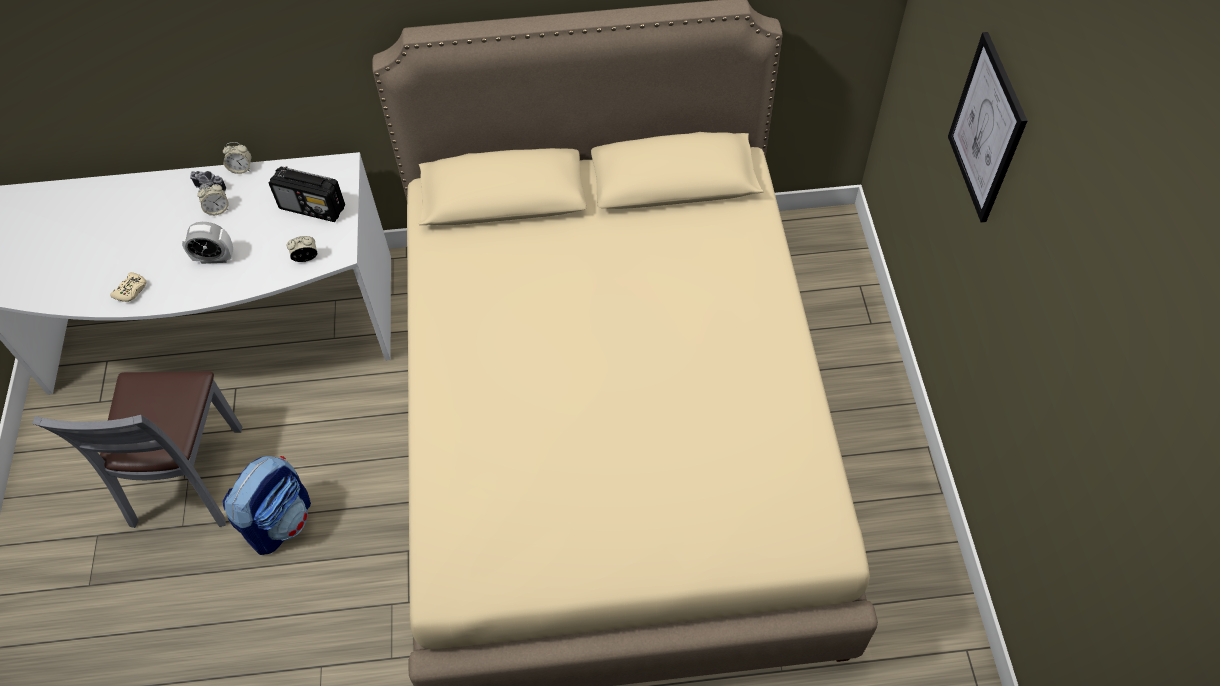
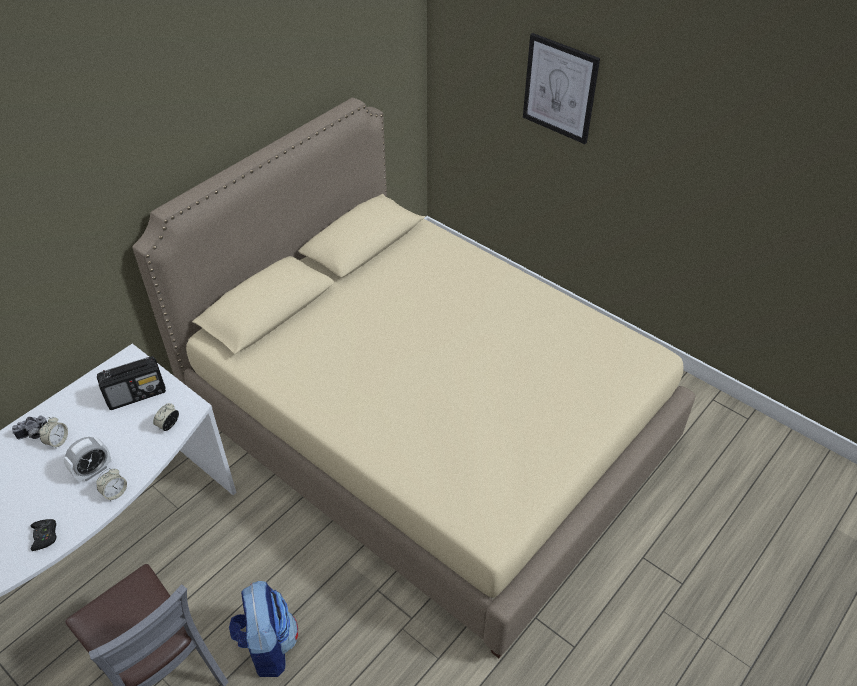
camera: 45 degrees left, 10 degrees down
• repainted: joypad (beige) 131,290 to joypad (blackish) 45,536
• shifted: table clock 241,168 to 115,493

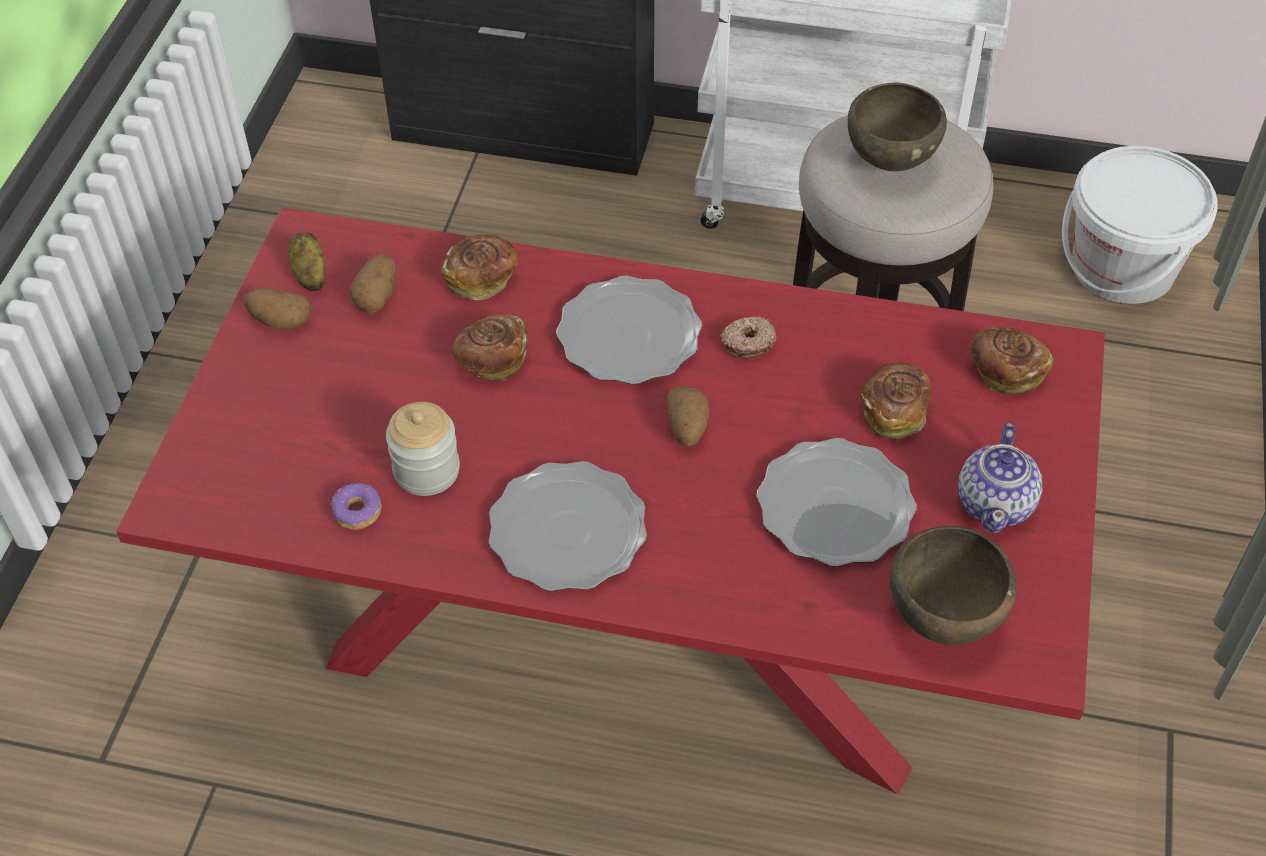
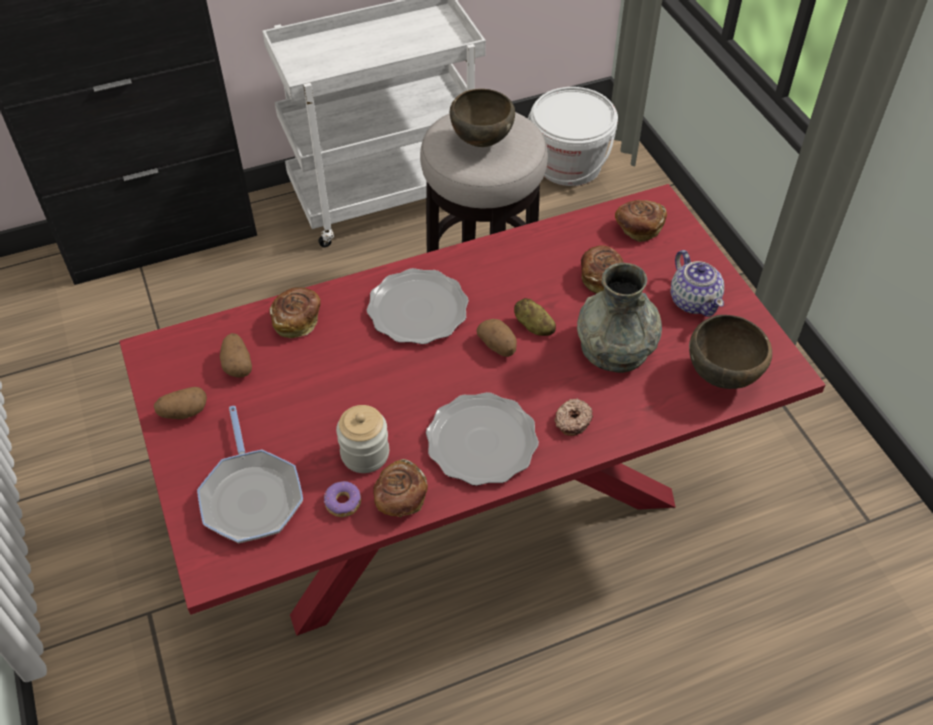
camera: 35 degrees left, 0 degrees up
• shifted: whole potato 309,274 to 533,326
• shifted: bread 492,360 to 400,499
• shifted: ring doughnut 747,342 to 572,420
• swapped: dinner plate 835,506 to decorative vase (gray) 615,346
• new: skillet 251,496

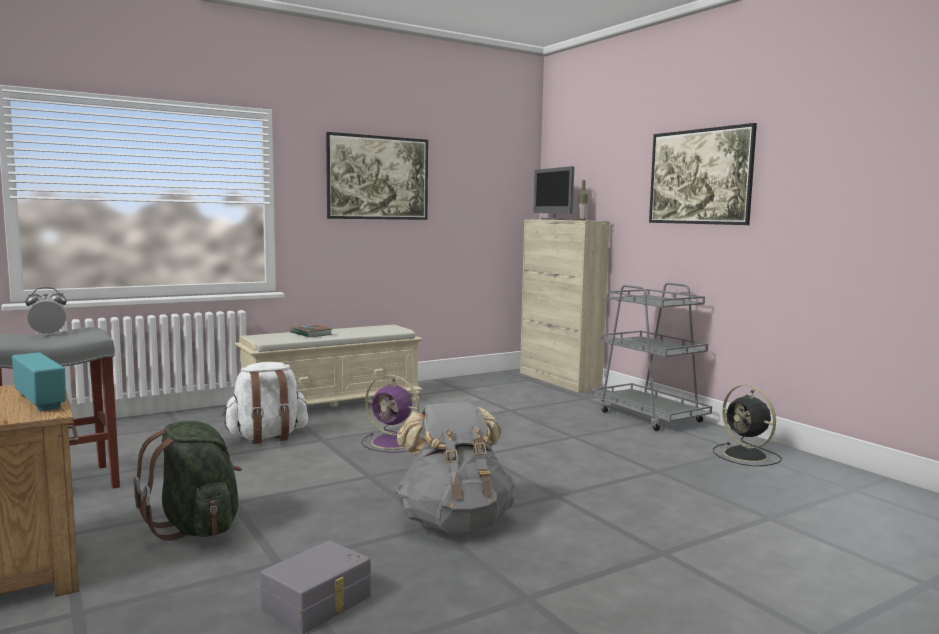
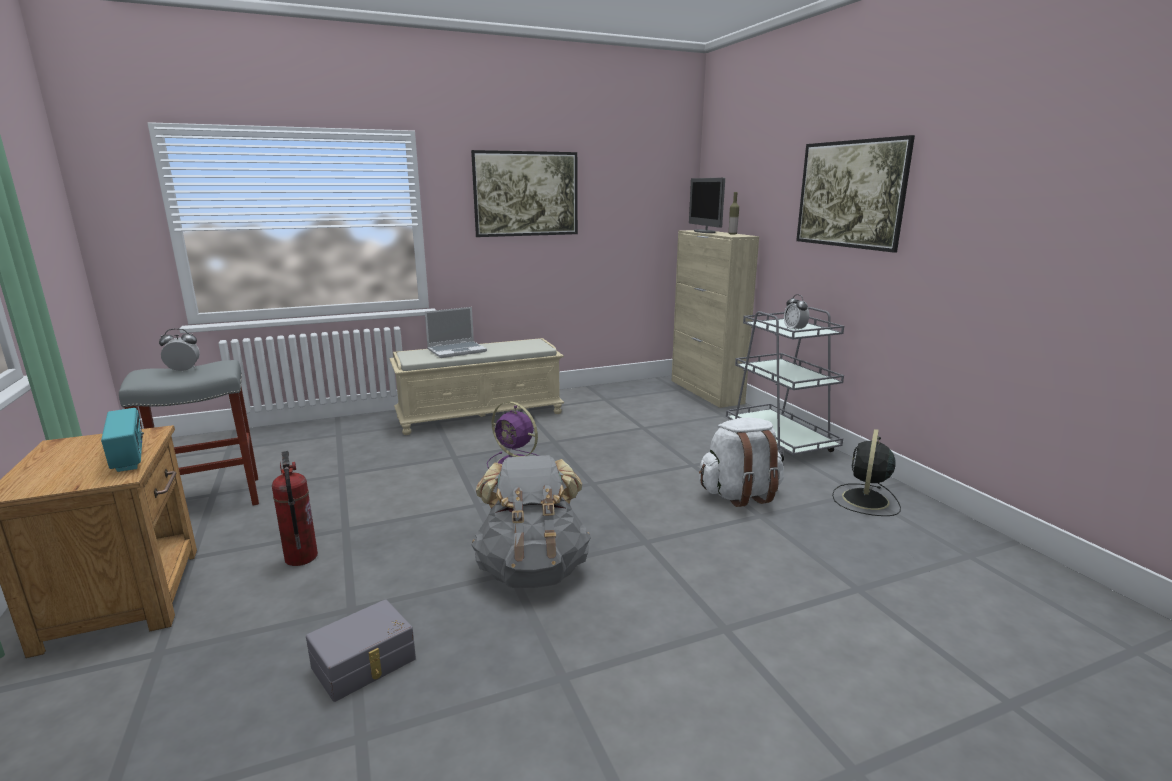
camera: 10 degrees right, 10 degrees up
• swapped: backpack (green) 196,527 to fire extinguisher 300,557
• shifted: backpack (white) 267,437 to 740,494
• swapped: book 311,334 to laptop 457,350
• rotated: fan (blackish) 747,455 = 865,500 45 degrees clockwise
• new: table clock 794,330

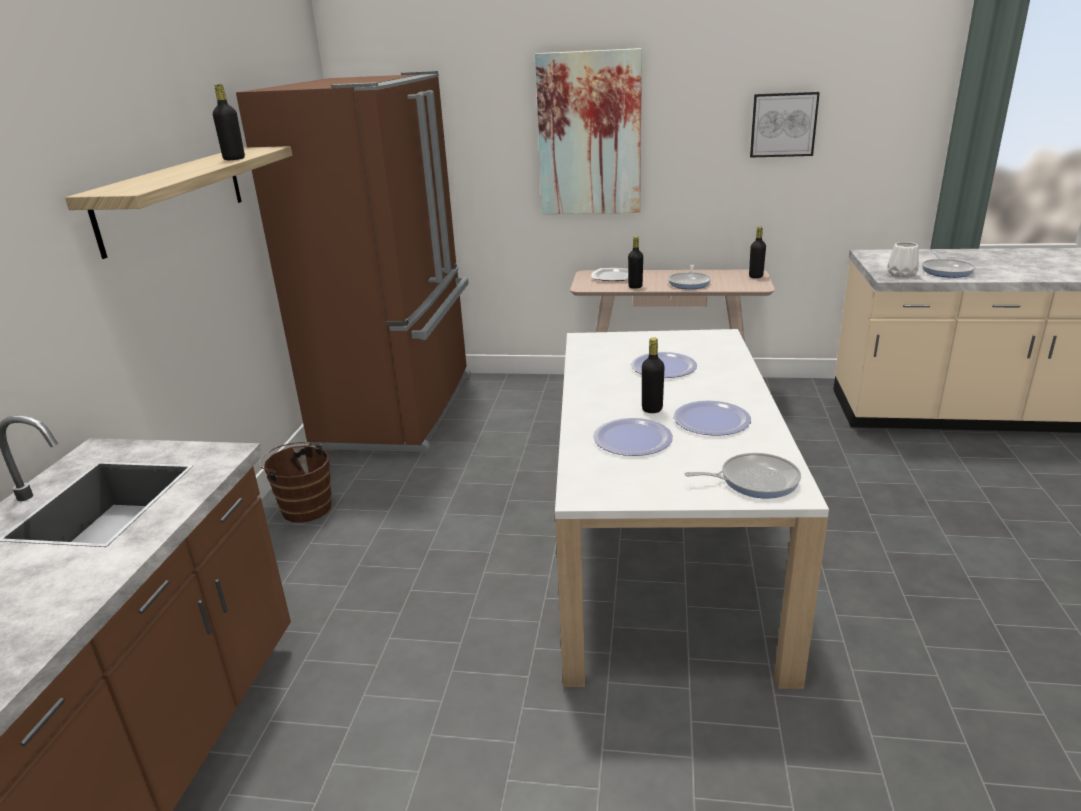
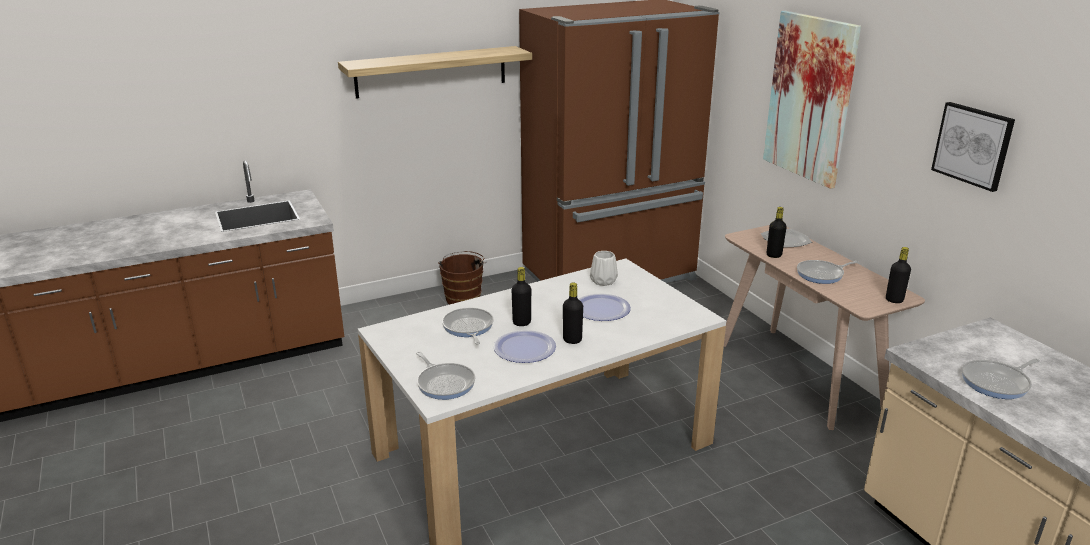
camera: 55 degrees right, 0 degrees up
• shifted: beverage bottle (blackish) 234,159 to 572,340
• swapped: dinner plate 632,439 to skillet 468,327
• shifted: decorative vase (white) 901,274 to 602,281

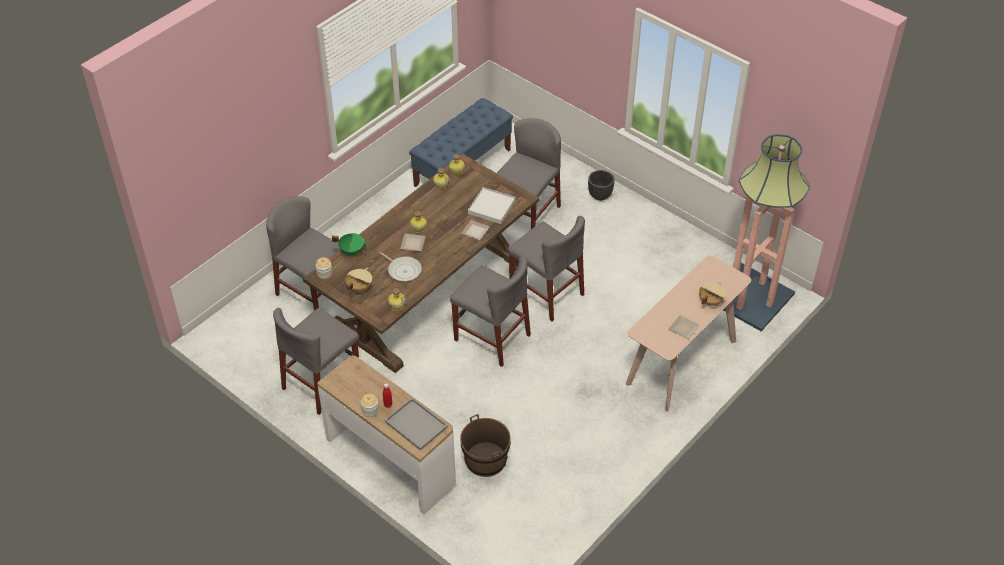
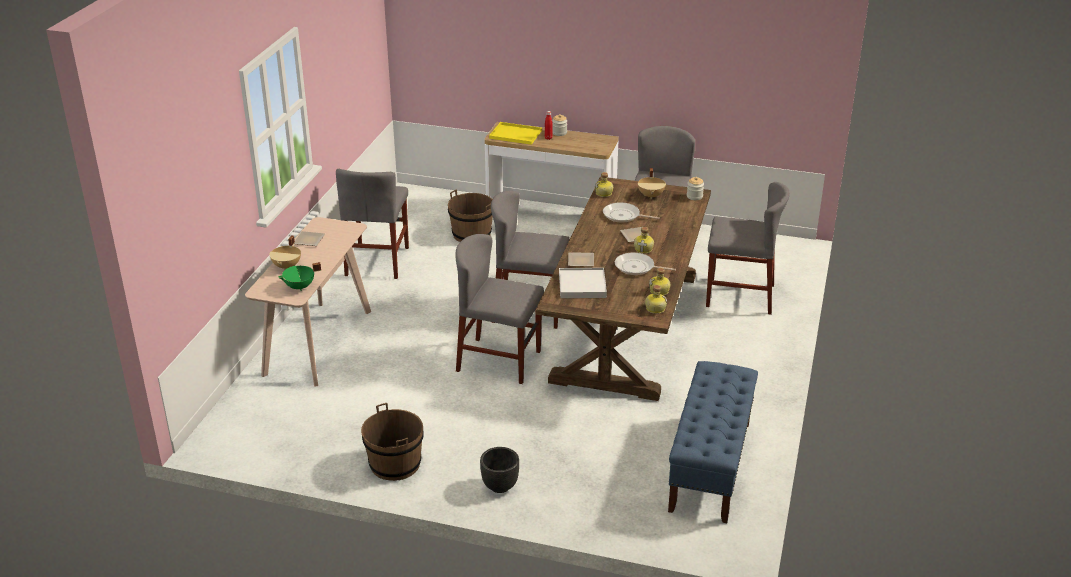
camera: 155 degrees right, 15 degrees down
• shifted: stockpot (green) 352,251 to 300,287
• repainted: carrying tray (gray) 415,424 to carrying tray (yellow) 516,134
• shifted: upright chair (gray) 527,214 to 377,261
• gone: floor lamp 750,297
• new: pail (brown-coloured) 395,464
• new: skillet 637,267

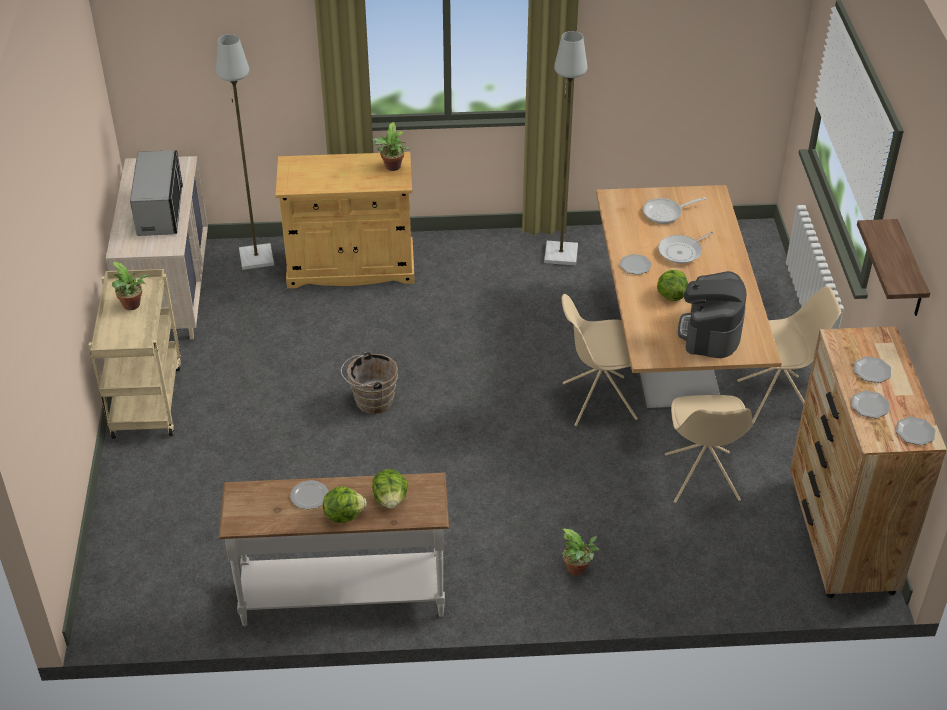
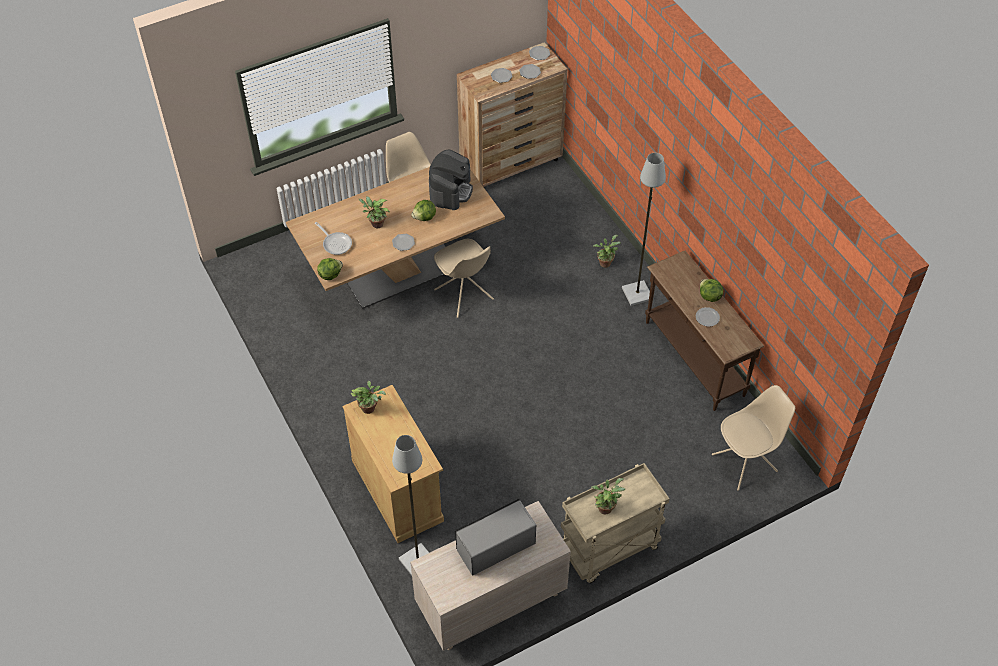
camera: 115 degrees left, 10 degrees up
• repainted: hall table (white) 343,595 to hall table (brown-coloured) 693,359
• gone: pail (brown-coloured) 371,401
• shifted: head of lettuce 390,499 to 330,274
• shifted: floor lamp (gray) 560,255 to 638,294
• swapped: skillet 682,252 to houseplant 376,224
• shifted: upright chair (beige) 702,479 to 745,462
• rotated: coffee brewer 710,332 = 450,191 60 degrees counterclockwise
• gone: wall shelf 909,271

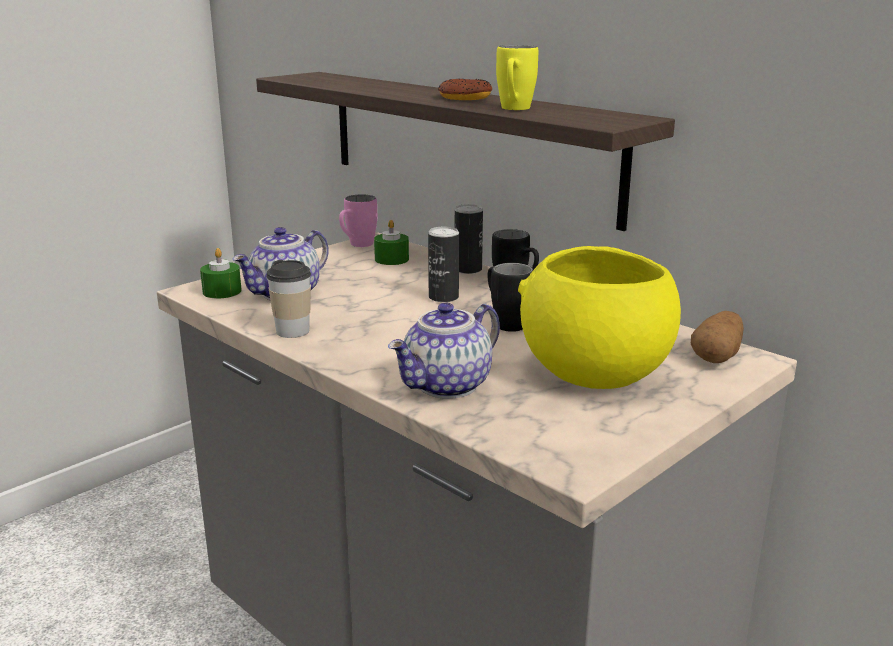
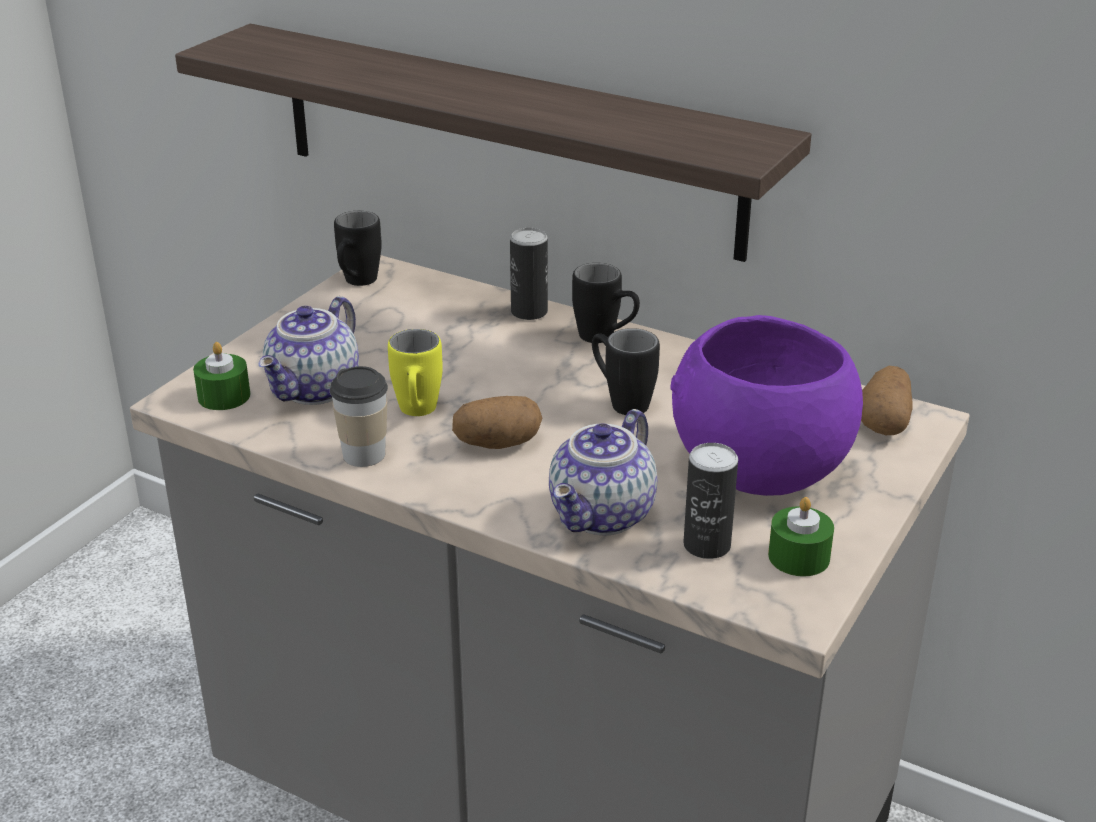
camera: 15 degrees left, 10 degrees up
• repainted: coffee mug (pink-coloured) 357,246 to coffee mug (blackish) 356,283
• shifted: candle (green) 391,259 to 799,557
• shifted: sealed can 443,297 to 707,545
• gone: ring doughnut 465,97
• shifted: coffee mug (yellow) 514,109 to 417,414
• repainted: serving bowl (yellow) 592,371 to serving bowl (purple) 756,466
• new: whole potato 498,443

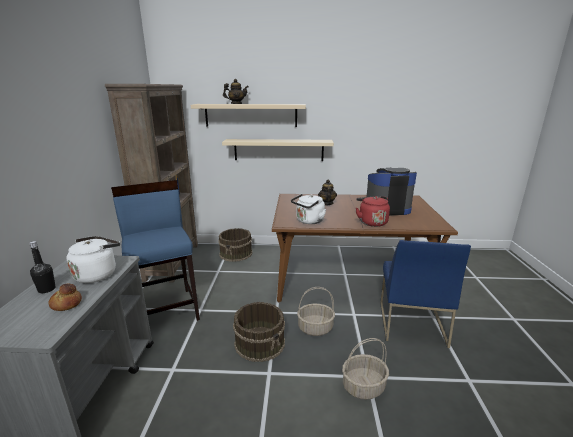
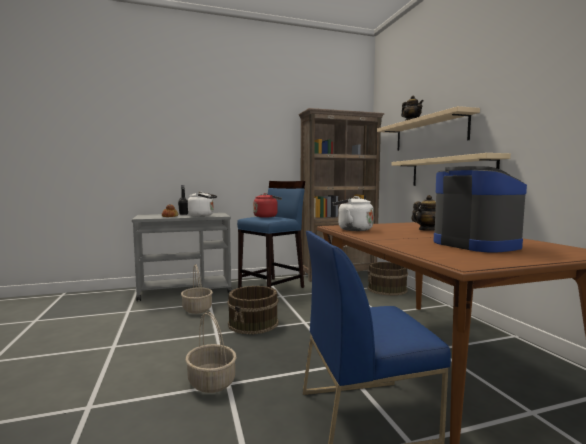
camera: 70 degrees right, 15 degrees down
• shifted: storage basket 315,328 to 197,309
• shifted: water kettle (red-coloured) 371,222 to 266,216

